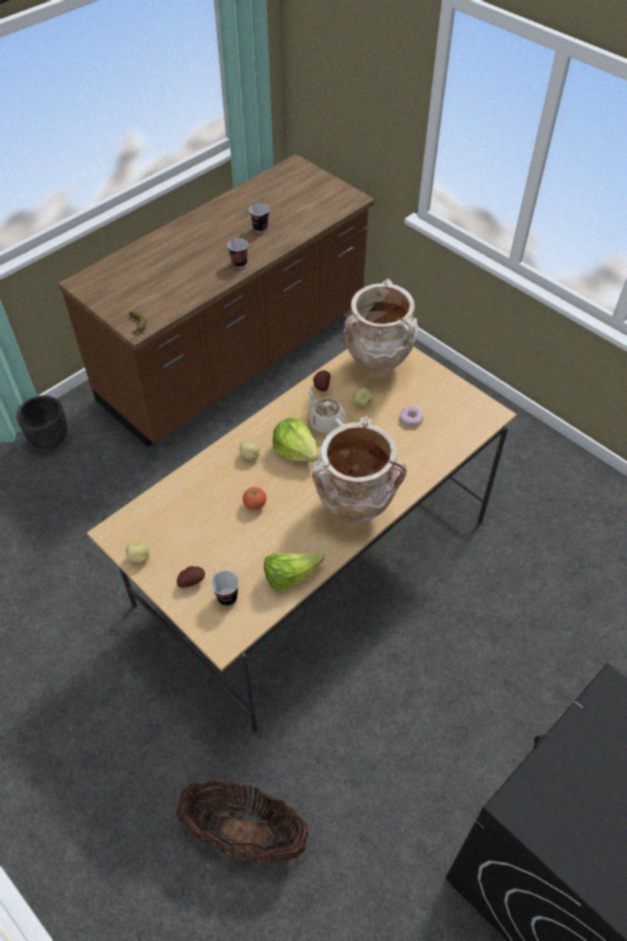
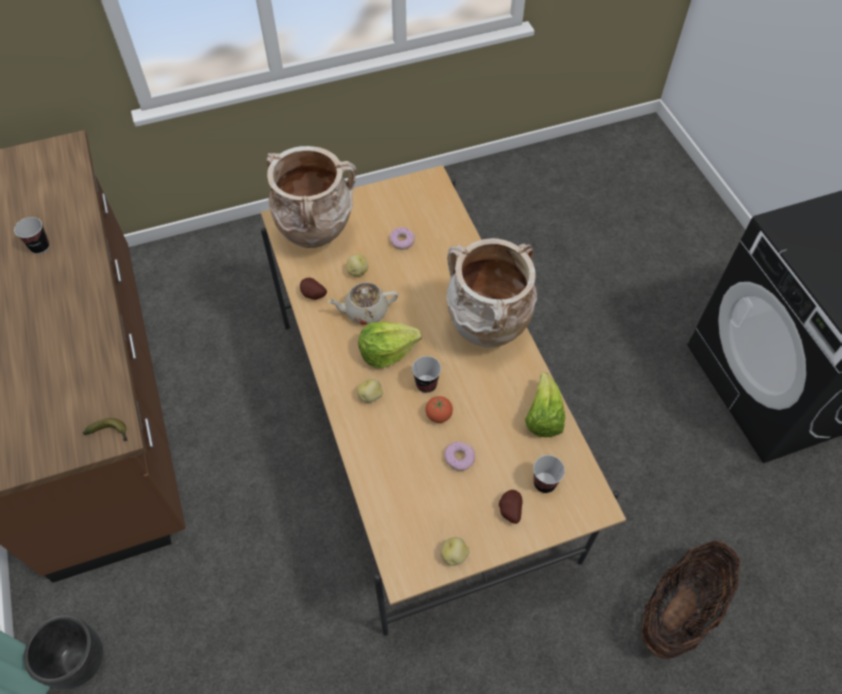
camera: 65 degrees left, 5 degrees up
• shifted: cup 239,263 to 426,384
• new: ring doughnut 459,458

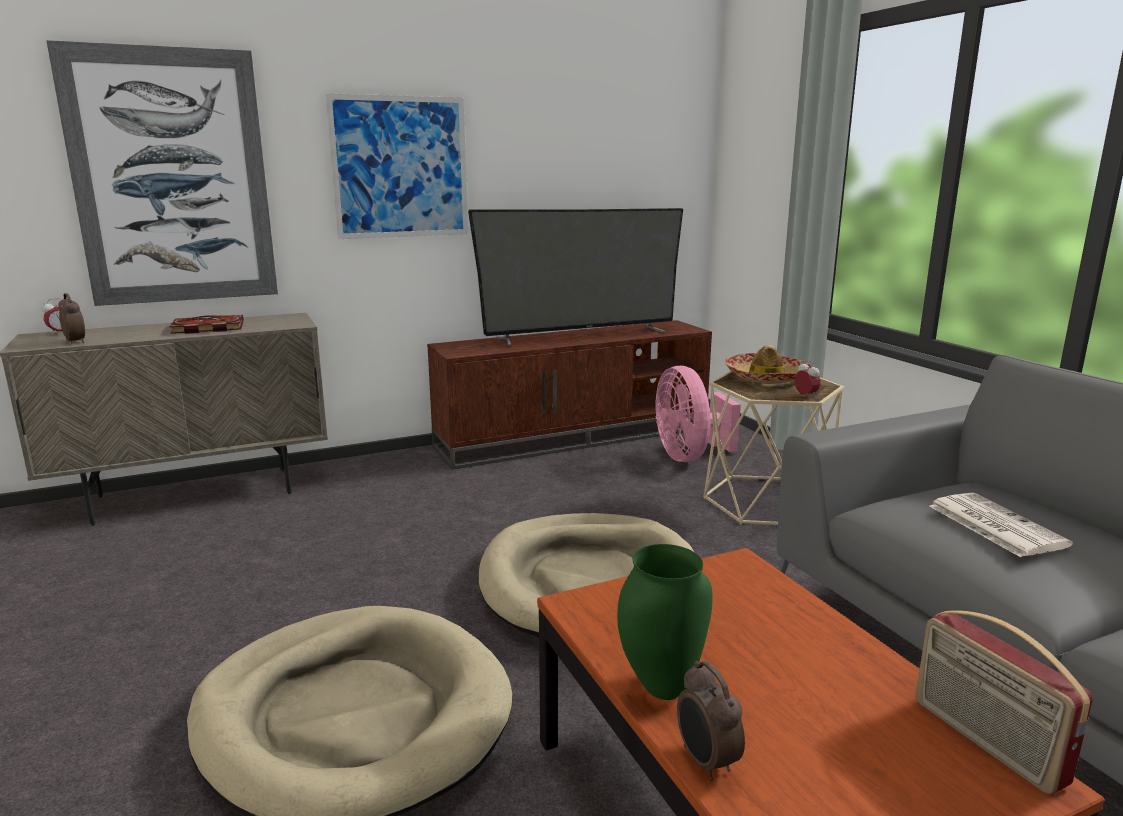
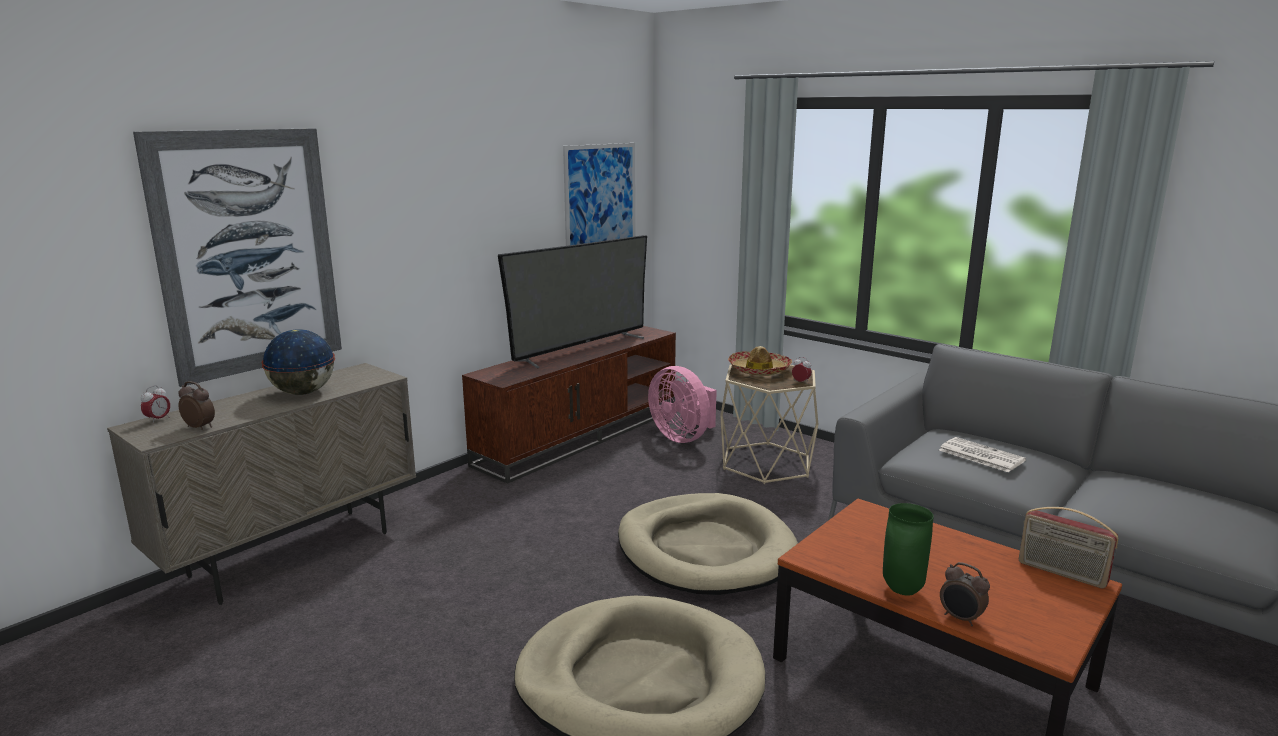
camera: 25 degrees left, 0 degrees up
• swapped: book 206,328 to globe 303,393
• shifted: wall picture 400,167 to 600,196

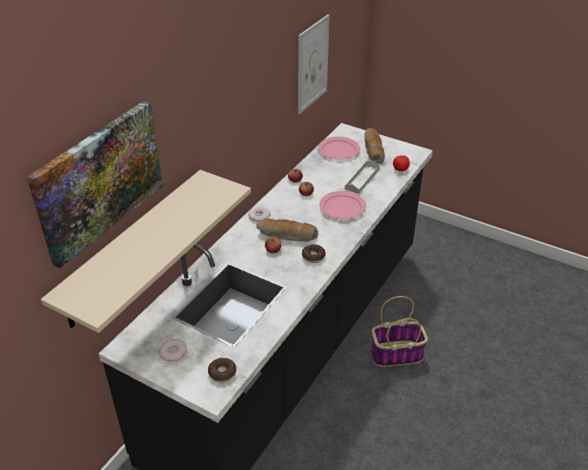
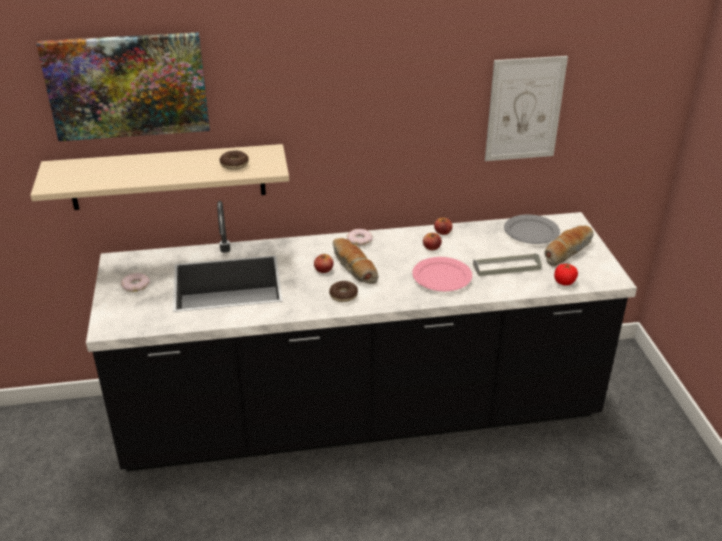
camera: 50 degrees right, 5 degrees down
• shifted: ring doughnut 222,373 to 234,164
• repainted: dinner plate (pink-coloured) 339,150 to dinner plate (gray) 531,232
• gone: storage basket 397,354

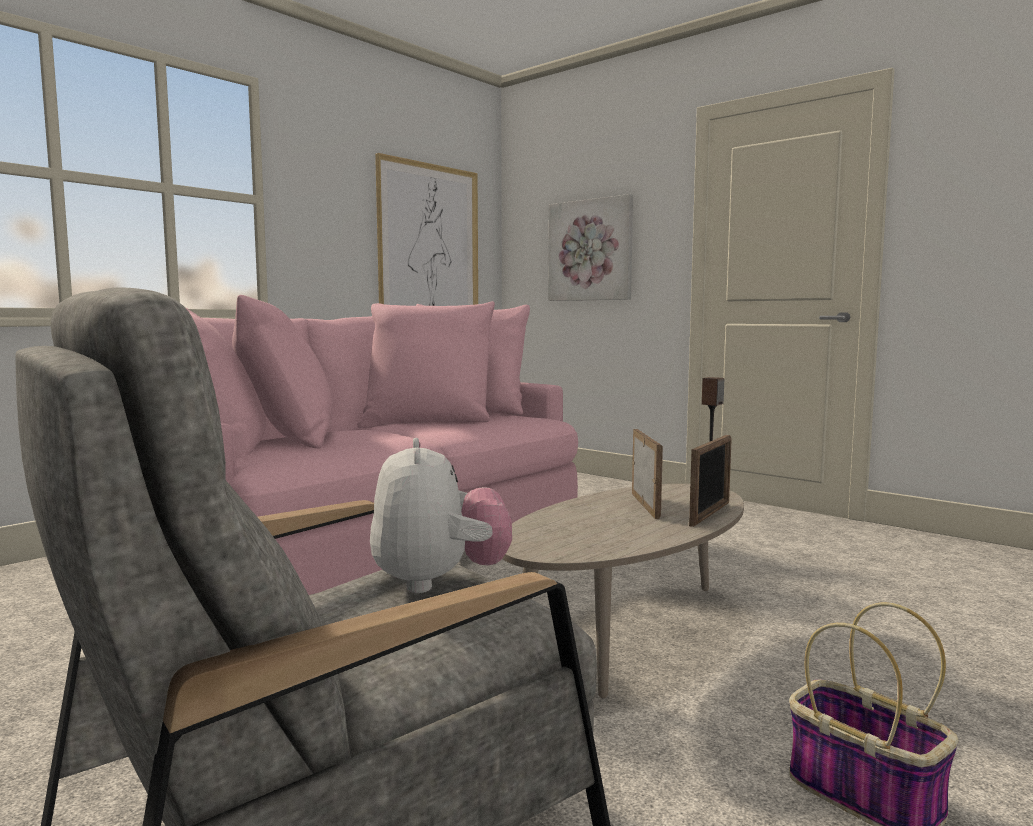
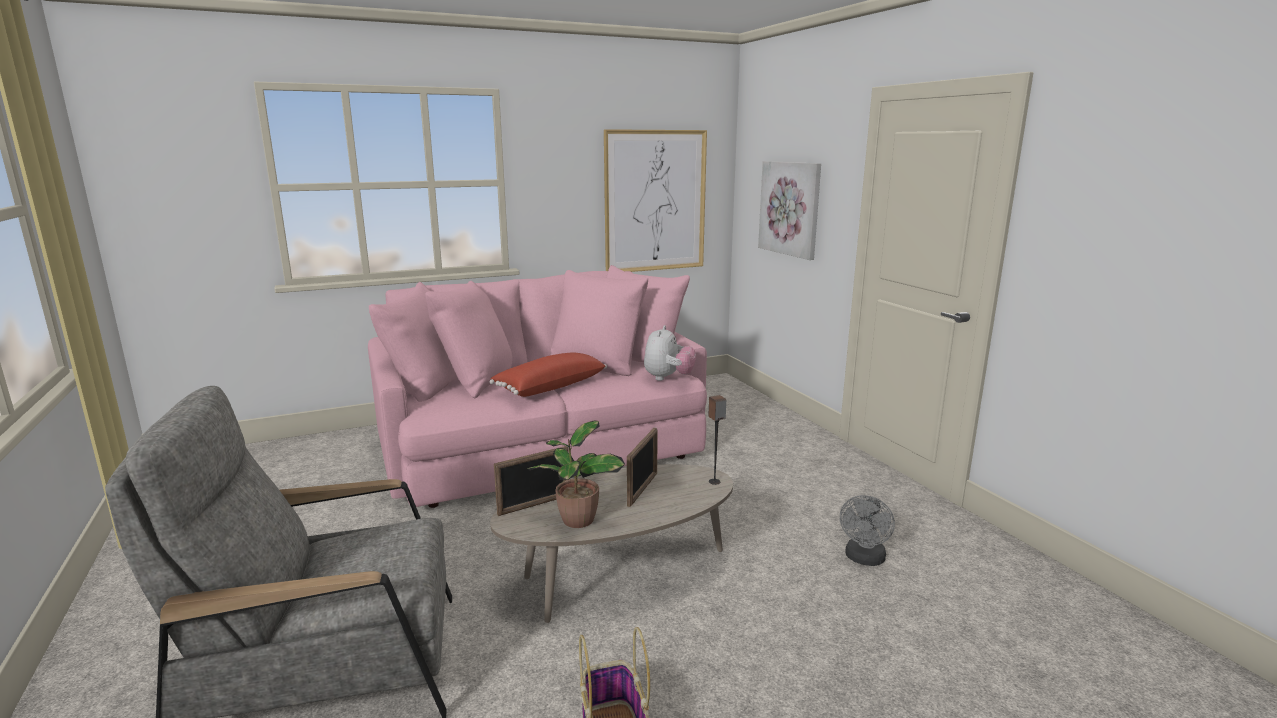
camera: 25 degrees right, 10 degrees up
• shifted: cuddly toy 439,582 to 668,378
• shifted: picture frame 710,514 to 534,505
• new: throw pillow (red-coloured) 549,386
• new: houseplant 576,521
• new: fan (gray) 864,559

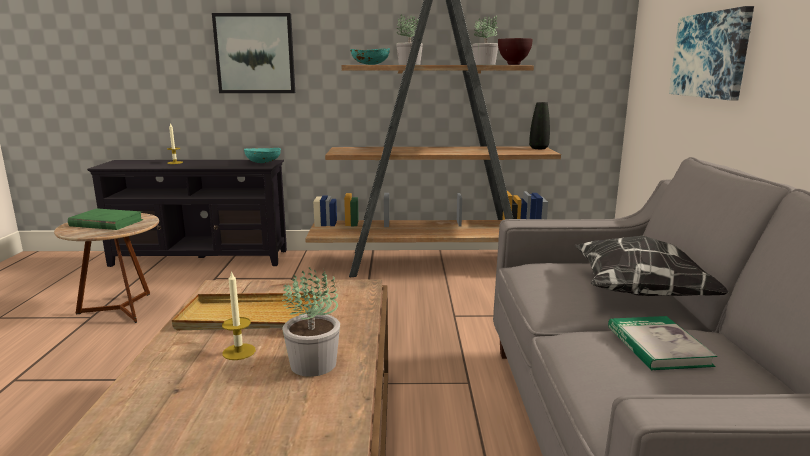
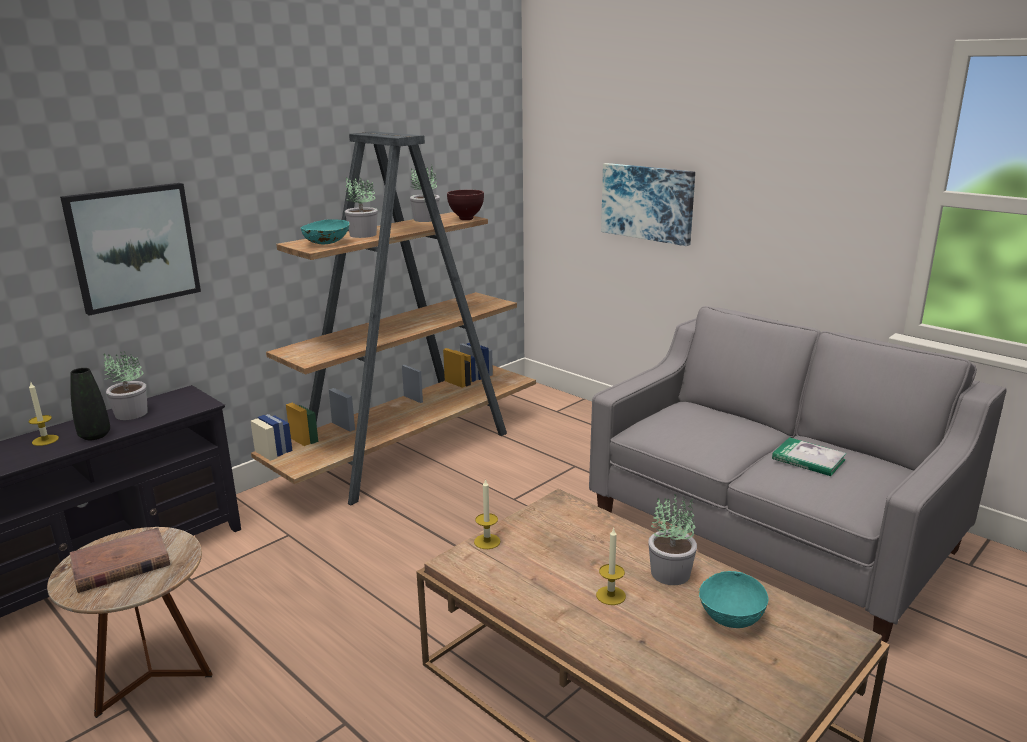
camera: 45 degrees left, 5 degrees up
• repainted: book (green) 106,223 to book (brown-coloured) 120,565
• gone: carrying tray (beige) 248,317
• shifted: serving bowl (turquoise) 263,162 to 730,616
• shifted: decorative vase (blackish) 538,148 to 95,436
• gone: throw pillow 641,292
• new: houseplant 130,414
• new: candle 487,541

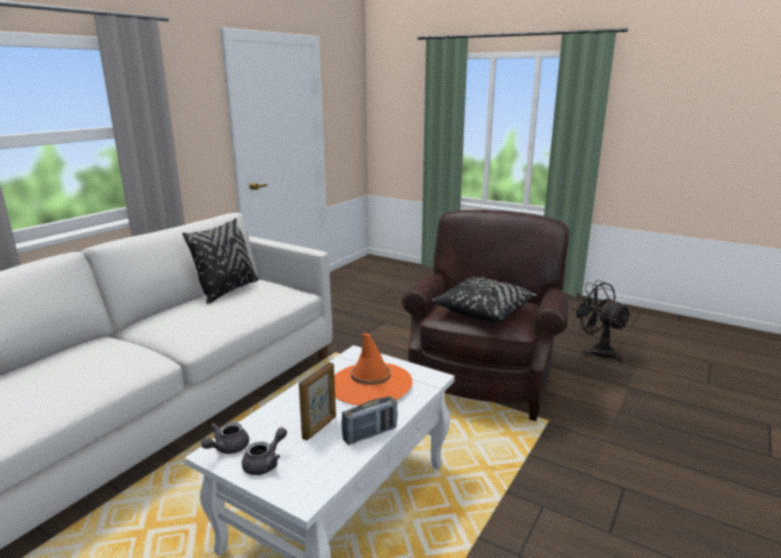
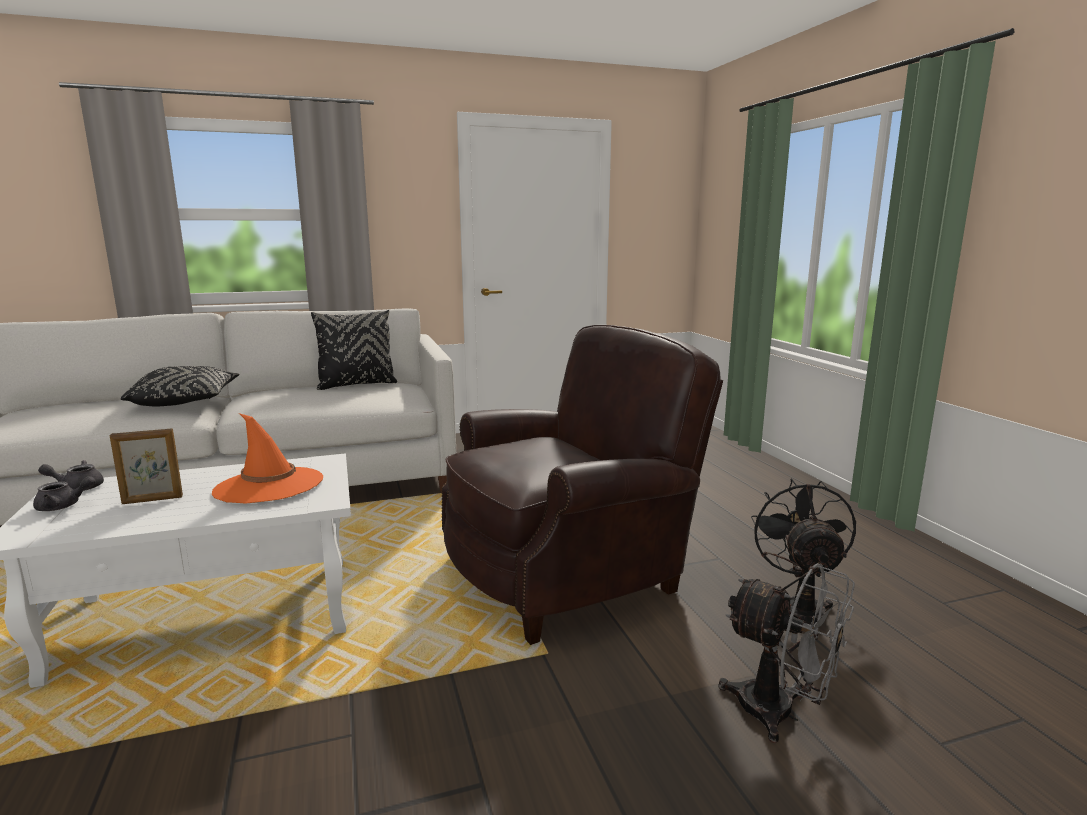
camera: 40 degrees right, 5 degrees down
• gone: radio set 370,434
• shifted: throw pillow (blackish) 484,311 to 186,402
• new: fan (gray) 780,713

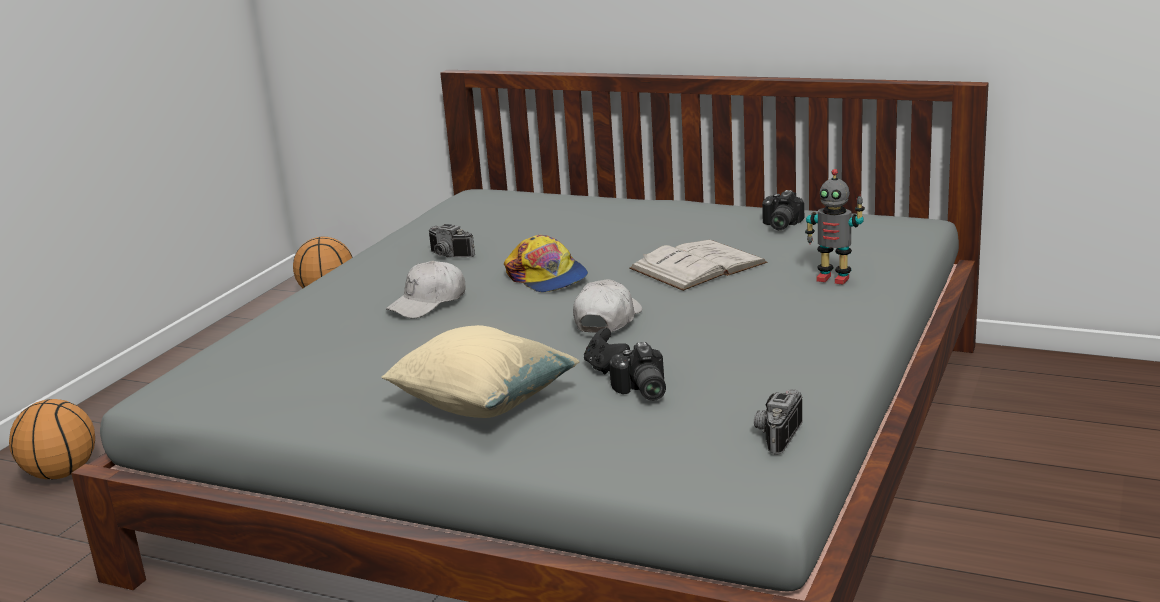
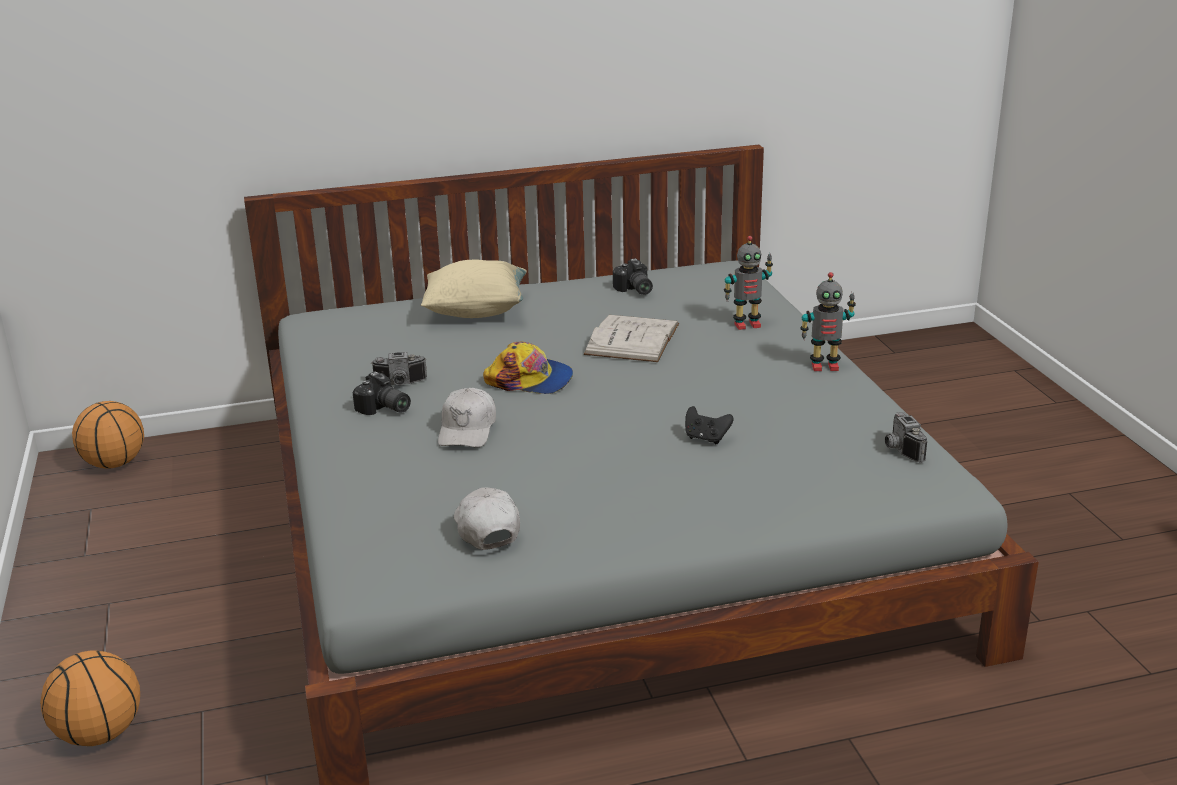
camera: 40 degrees left, 5 degrees up
• shifted: throw pillow (beige) 483,404 to 476,311
• shifted: baseball cap (white) 607,320 to 486,528
• shifted: still camera 641,391 to 383,409
• new: toy robot 824,366

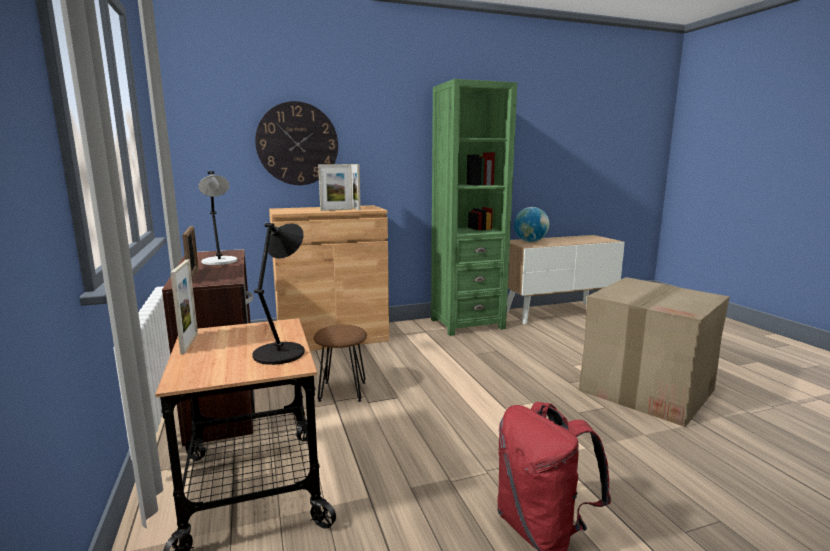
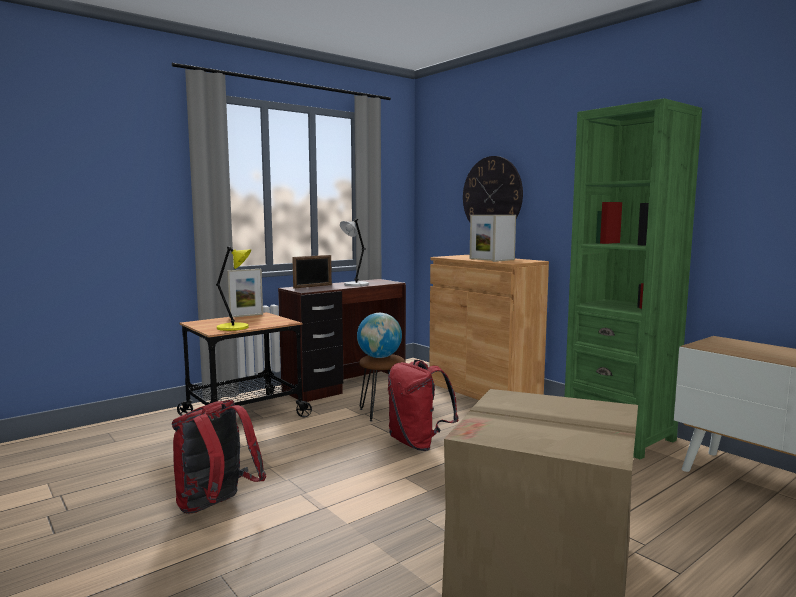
camera: 70 degrees right, 5 degrees down
• repainted: lamp for a table (blackish) 280,353 to lamp for a table (yellow) 235,327
• shifted: globe 530,241 to 379,357
• new: backpack (red-coloured) 418,443

